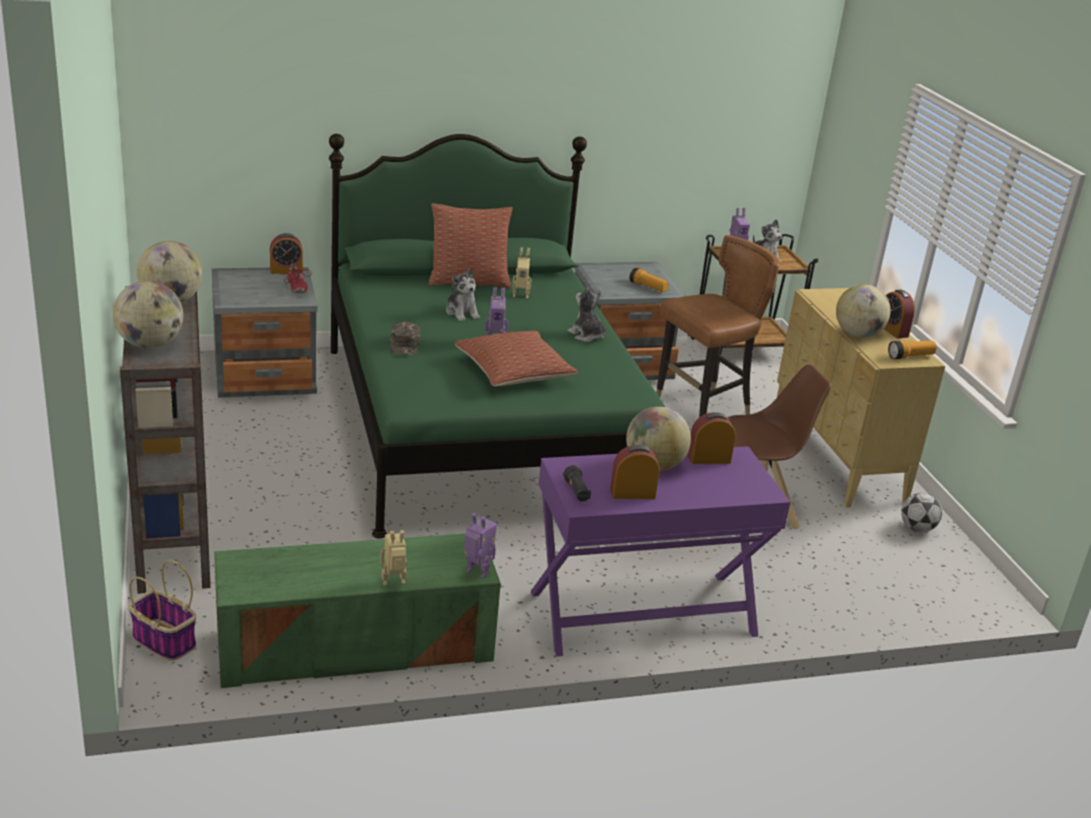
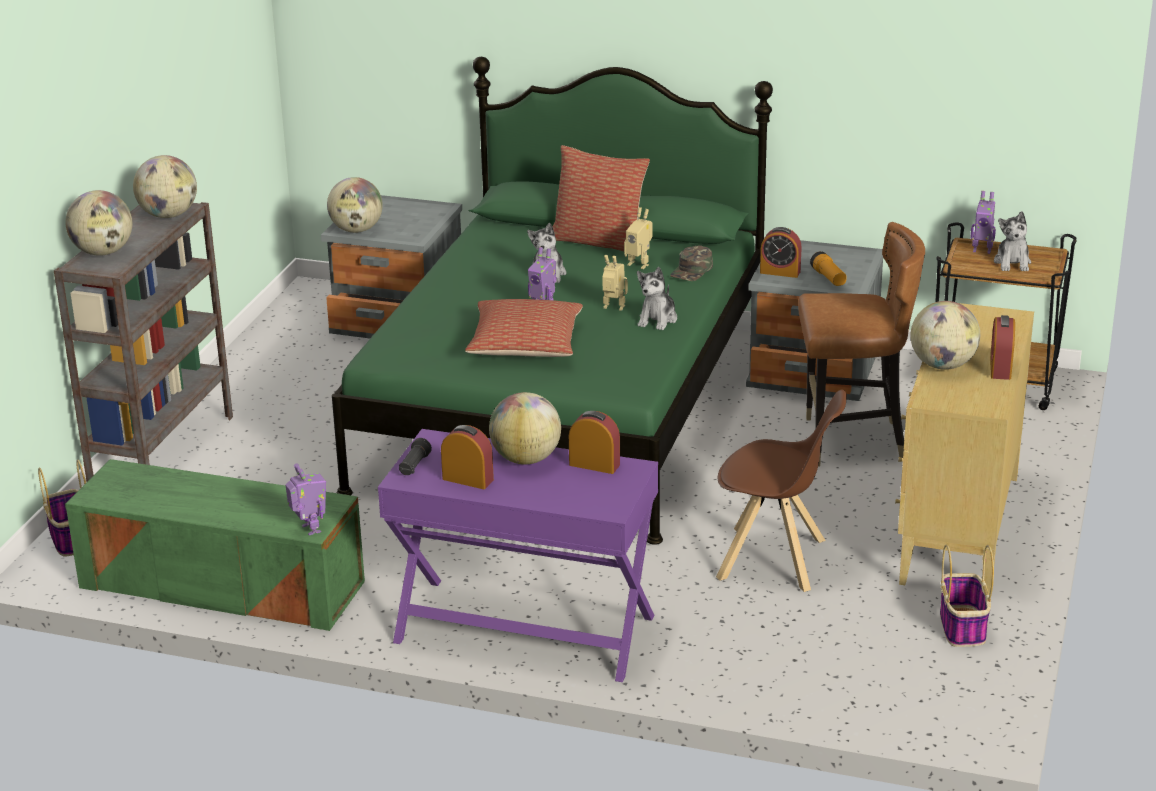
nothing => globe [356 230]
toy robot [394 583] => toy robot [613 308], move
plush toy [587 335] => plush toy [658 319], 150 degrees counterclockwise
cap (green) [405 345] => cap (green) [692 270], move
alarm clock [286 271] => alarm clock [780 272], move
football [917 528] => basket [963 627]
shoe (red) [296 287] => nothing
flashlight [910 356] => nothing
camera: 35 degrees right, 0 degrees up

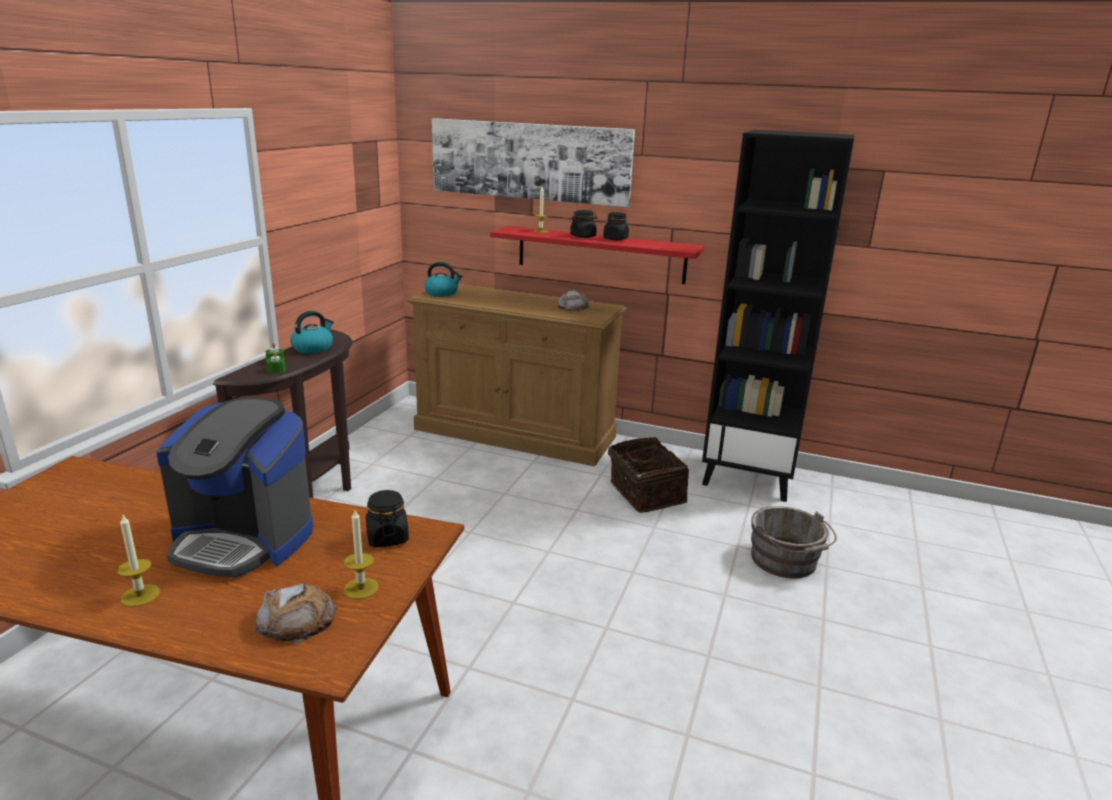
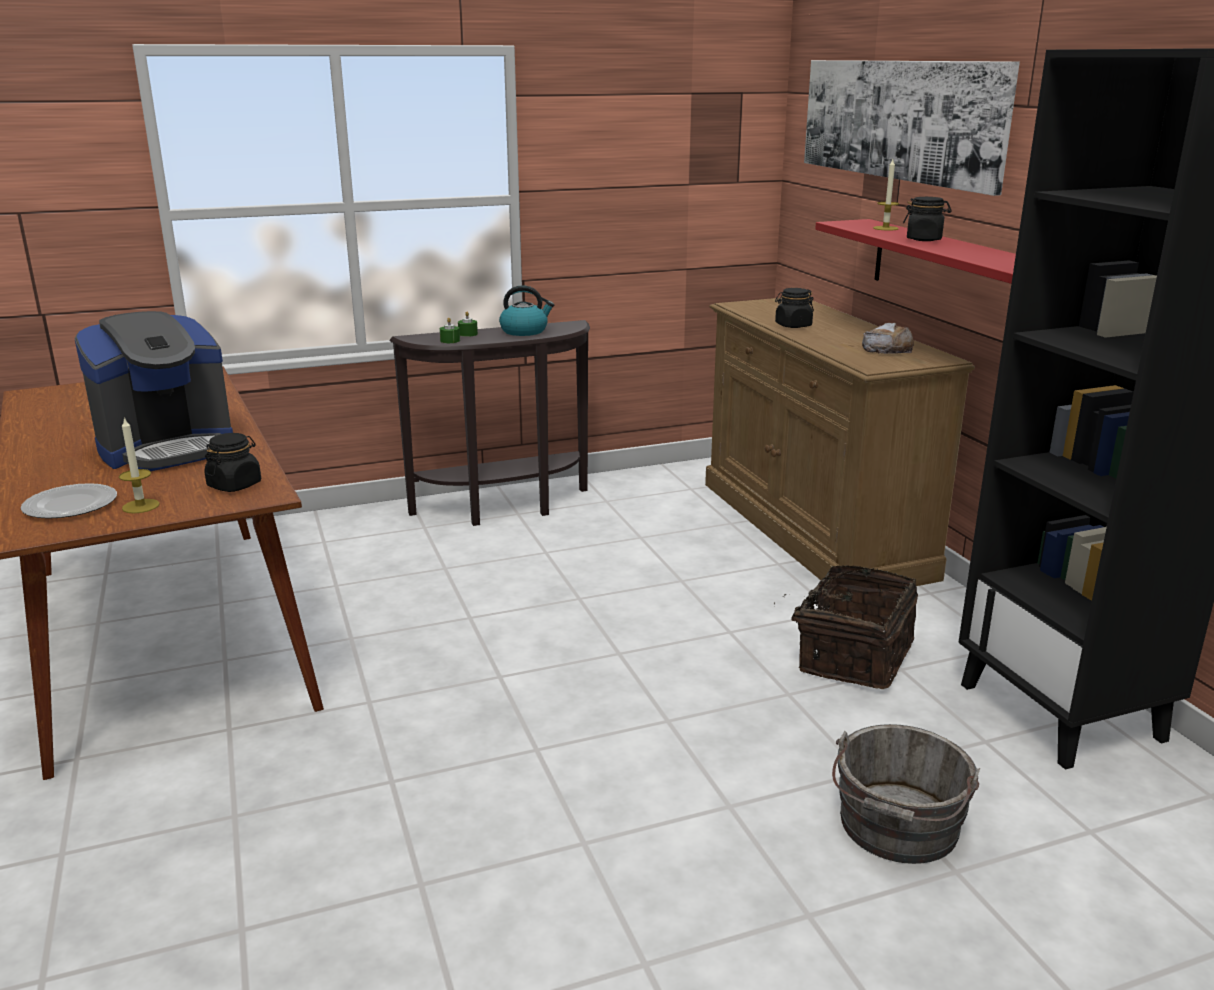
bread [297 620] => plate [72 505]
coffee machine [243 540] => coffee machine [167 449], 105 degrees counterclockwise
jar (black) [615 239] => jar (black) [793 325], move
candle [140 595] => nothing
kettle [442 293] => nothing
camera: 50 degrees right, 0 degrees up

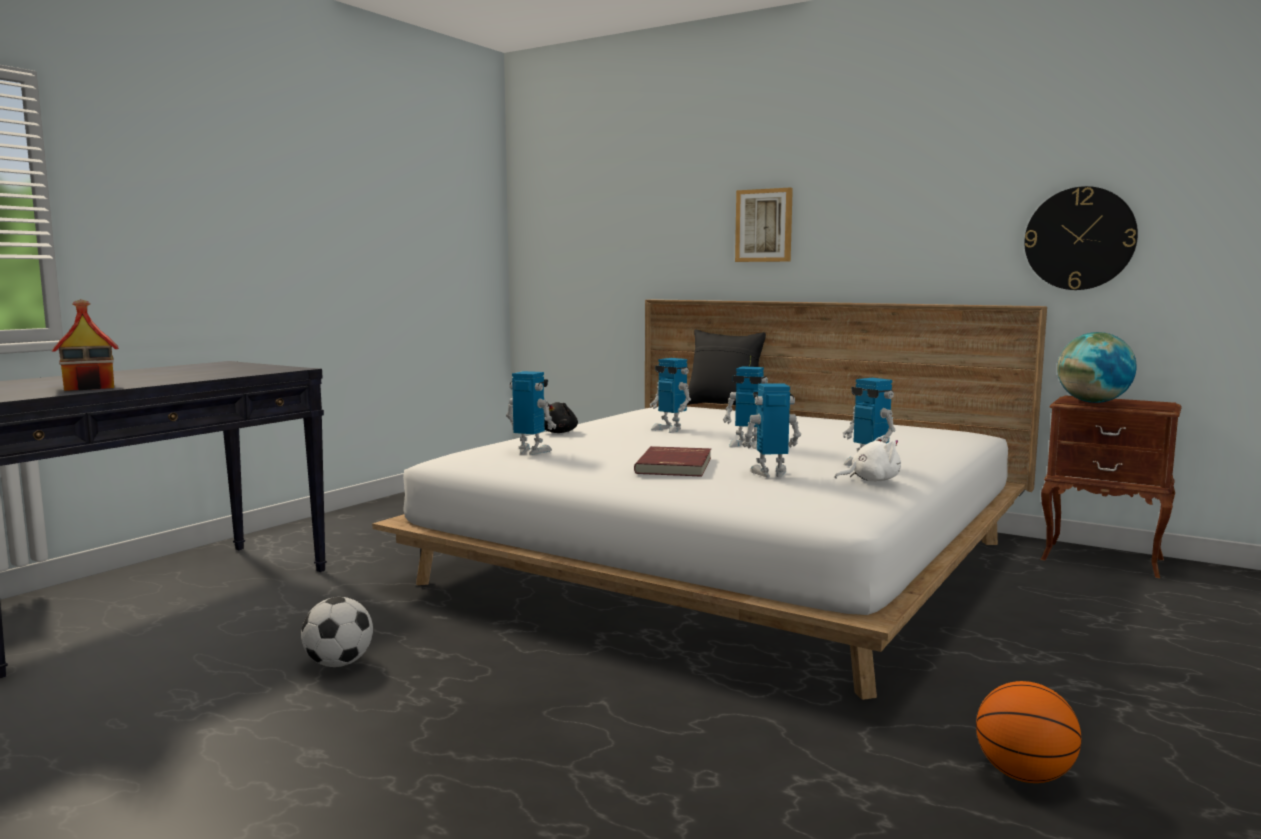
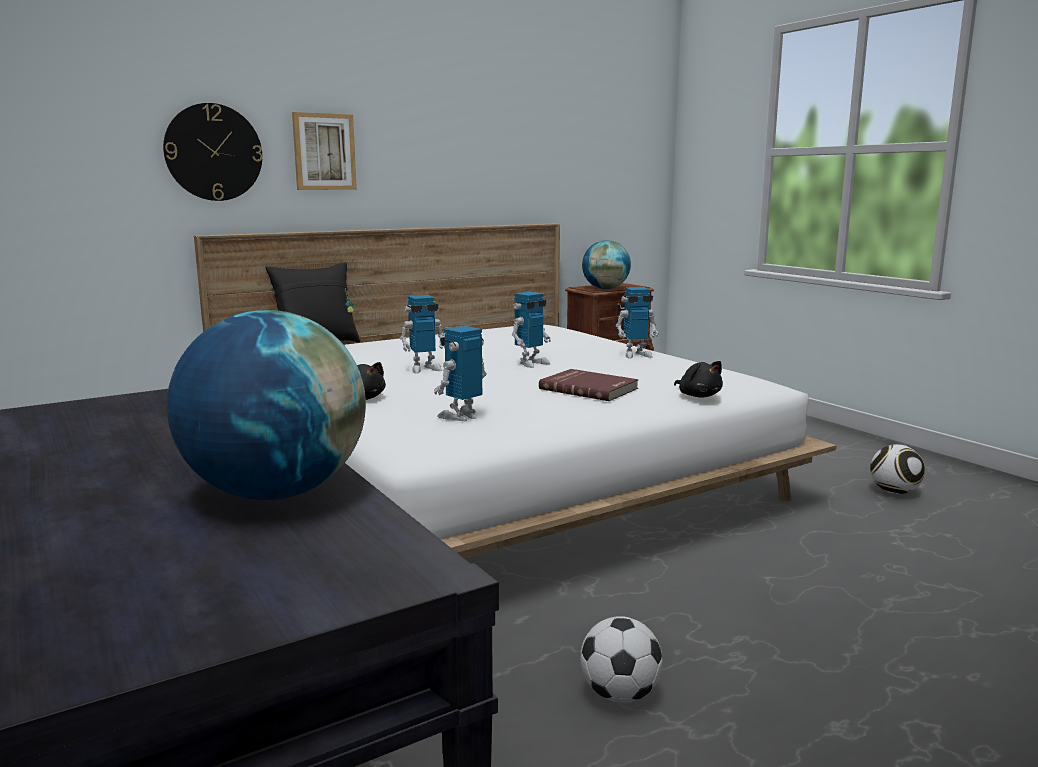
wall clock [1079 238] => wall clock [213 152], move
toy house [90 386] => globe [276 493]
nothing => plush toy (black) [698 396]
basketball [1024 775] => football [894 492]
toy robot [770 474] => nothing
plush toy (white) [871 480] => nothing
camera: 65 degrees left, 5 degrees up

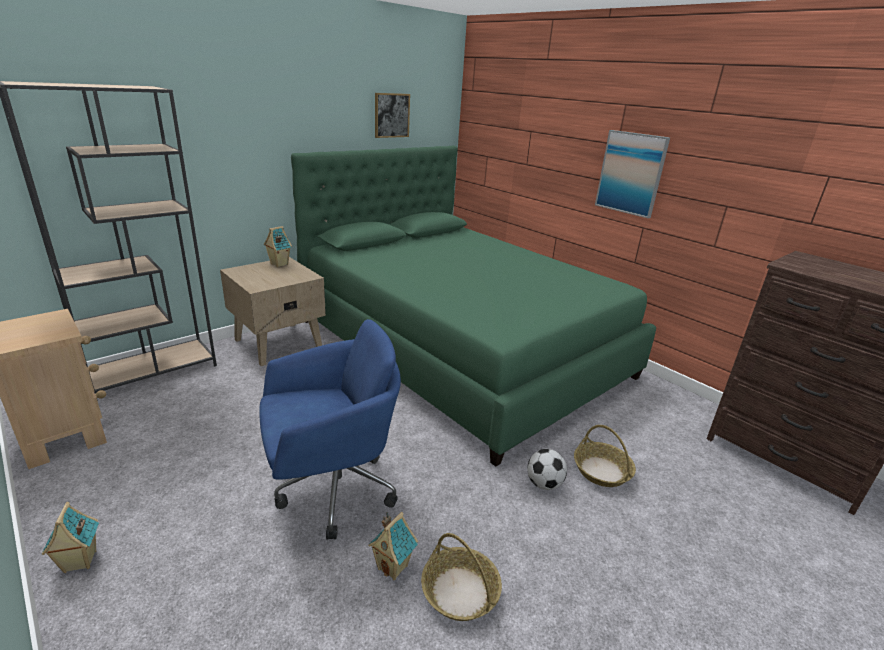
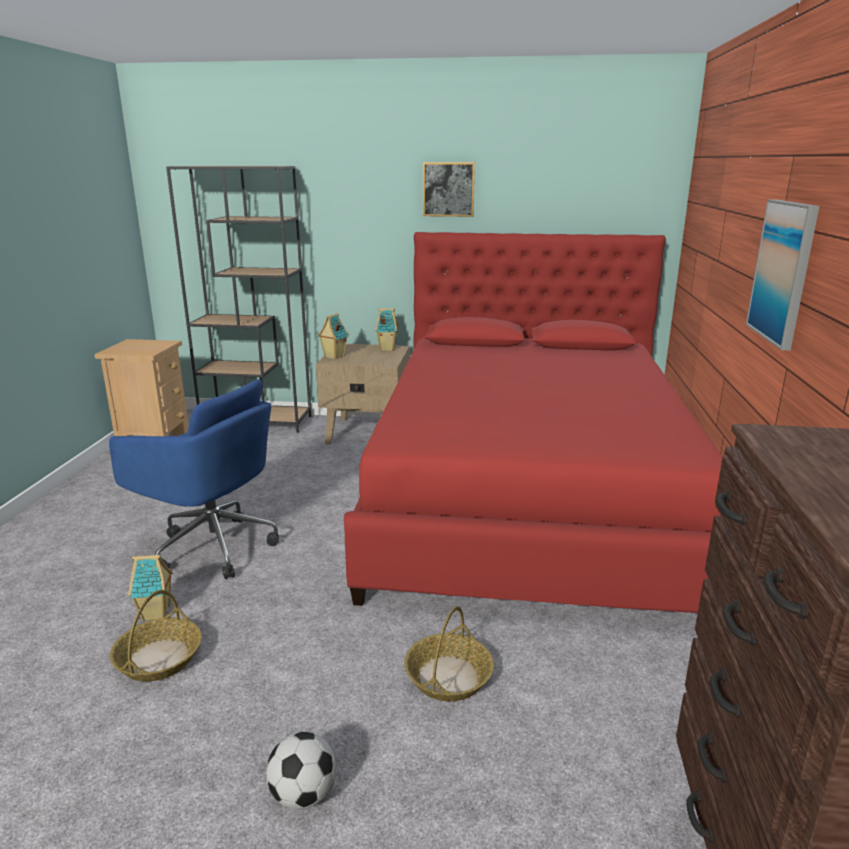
football [544 484] => football [303 796], move
toy house [79 562] => toy house [333 357], move
bed (green) [460 347] => bed (red) [529 497]
picture [391 115] => picture [448 189], move
camera: 50 degrees right, 5 degrees down

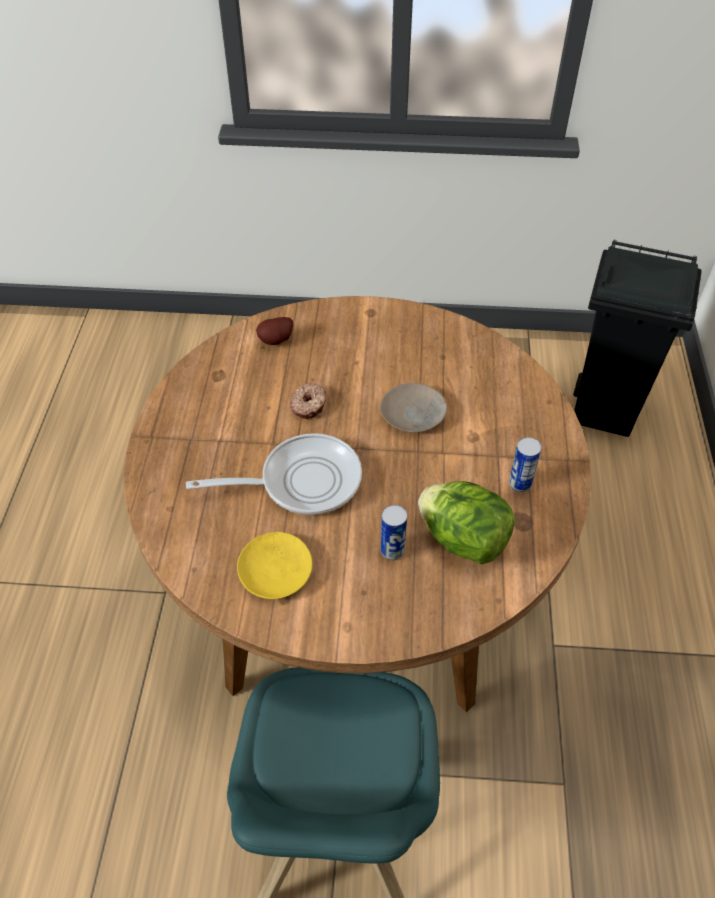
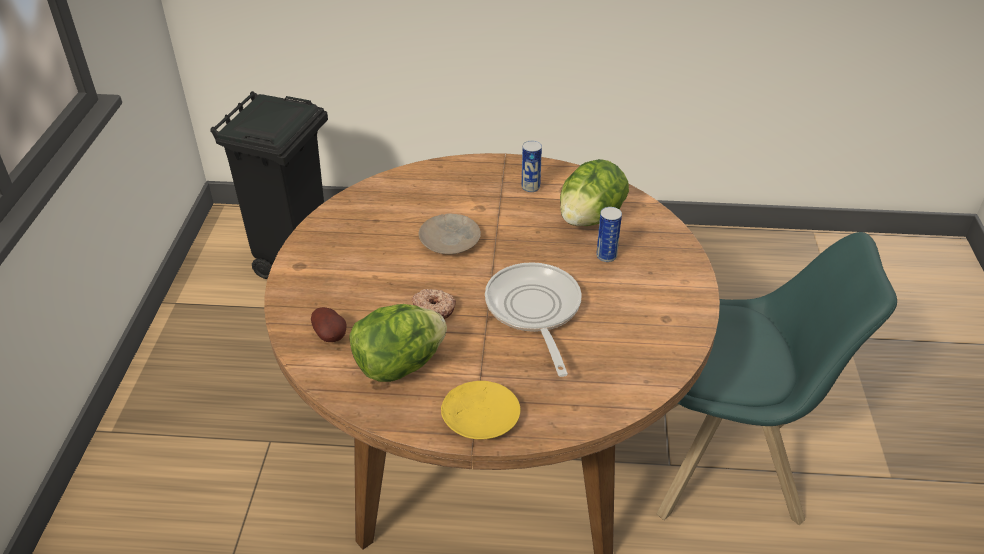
nothing => lettuce [399 365]
plate (yellow) [276 570] => plate (yellow) [479 416], move
camera: 90 degrees left, 10 degrees down

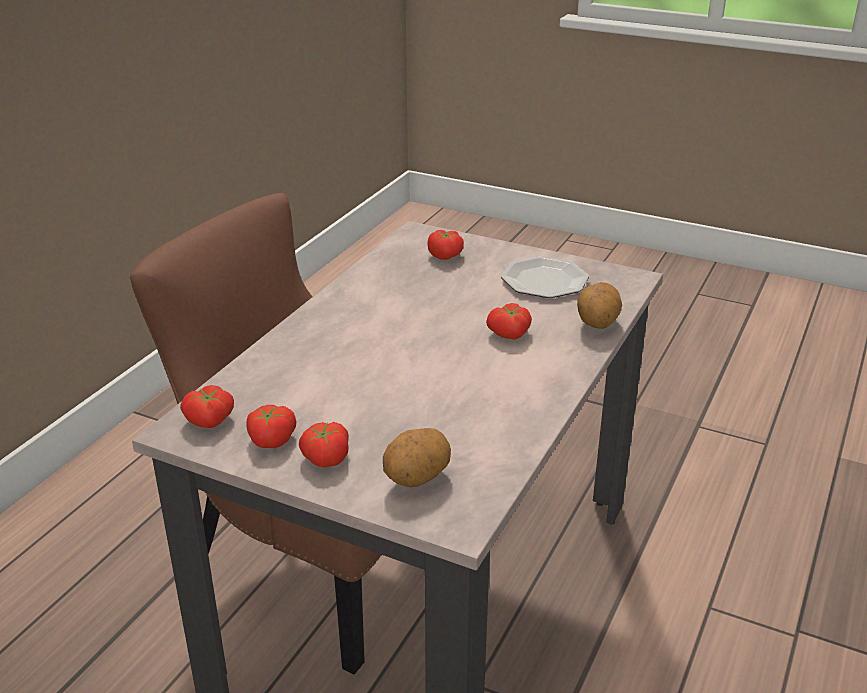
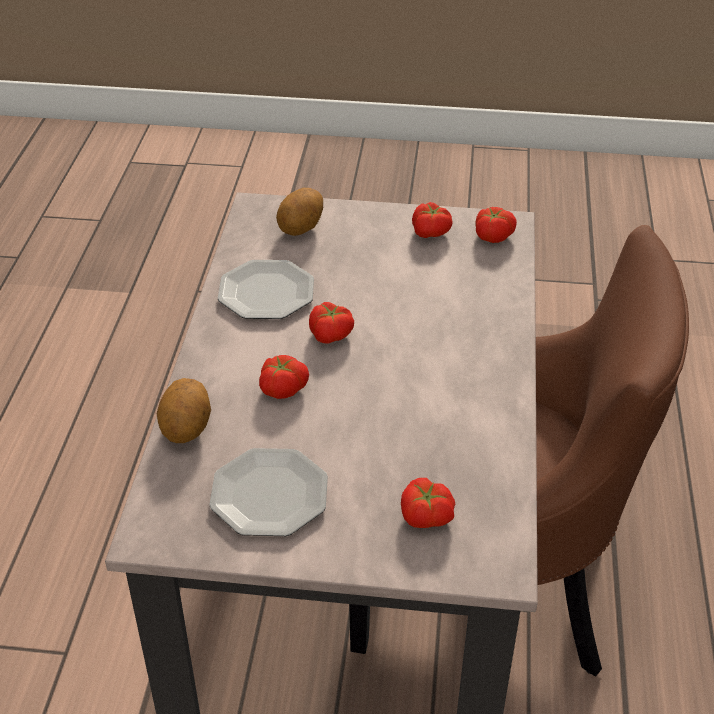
nothing => plate [265 293]
tomato [324 458] => tomato [331 334], move
camera: 160 degrees right, 10 degrees up

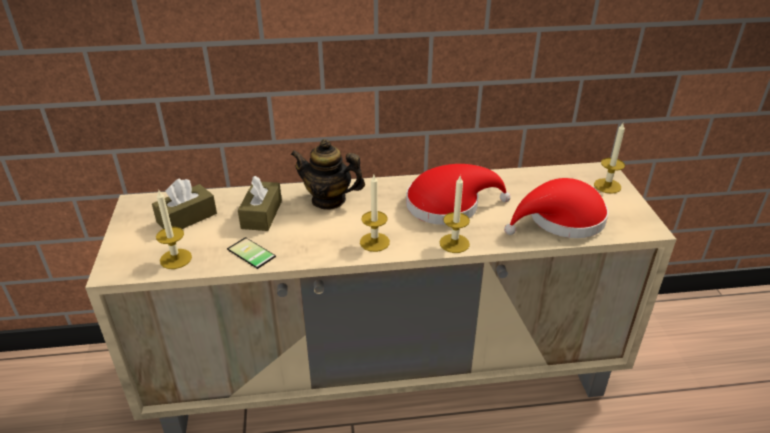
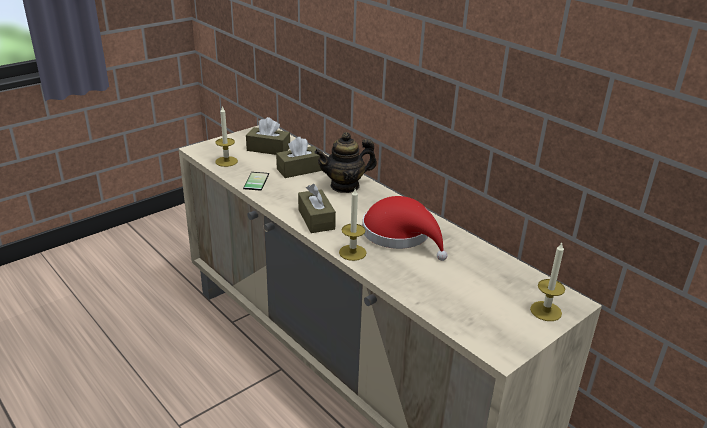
candle [374 242] => tissue box (brown) [316 219]
teapot [329 200] => teapot [345 186], 90 degrees counterclockwise
hat (red) [561 220] => nothing
camera: 55 degrees right, 5 degrees down

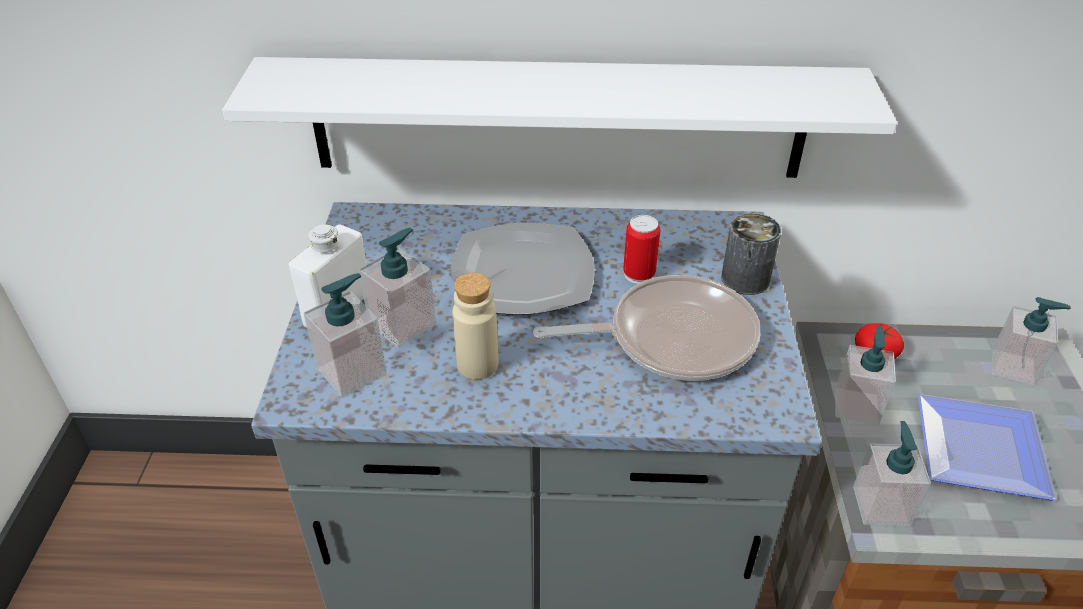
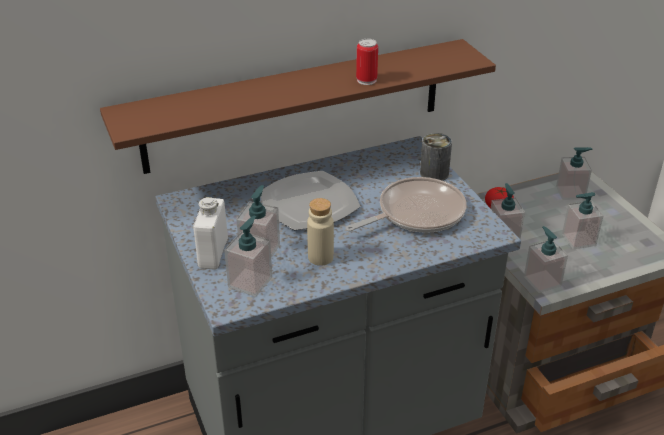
shelf (white) [557 118] => shelf (brown) [295 106]
can [639 274] => can [366 80], move
plate [985 454] => soap dispenser [578 240]
camera: 25 degrees left, 5 degrees down

